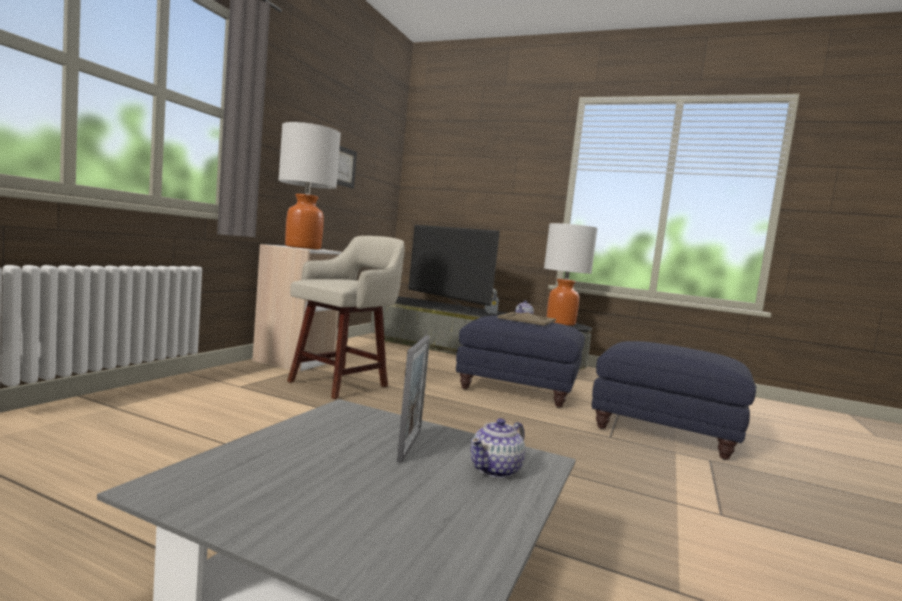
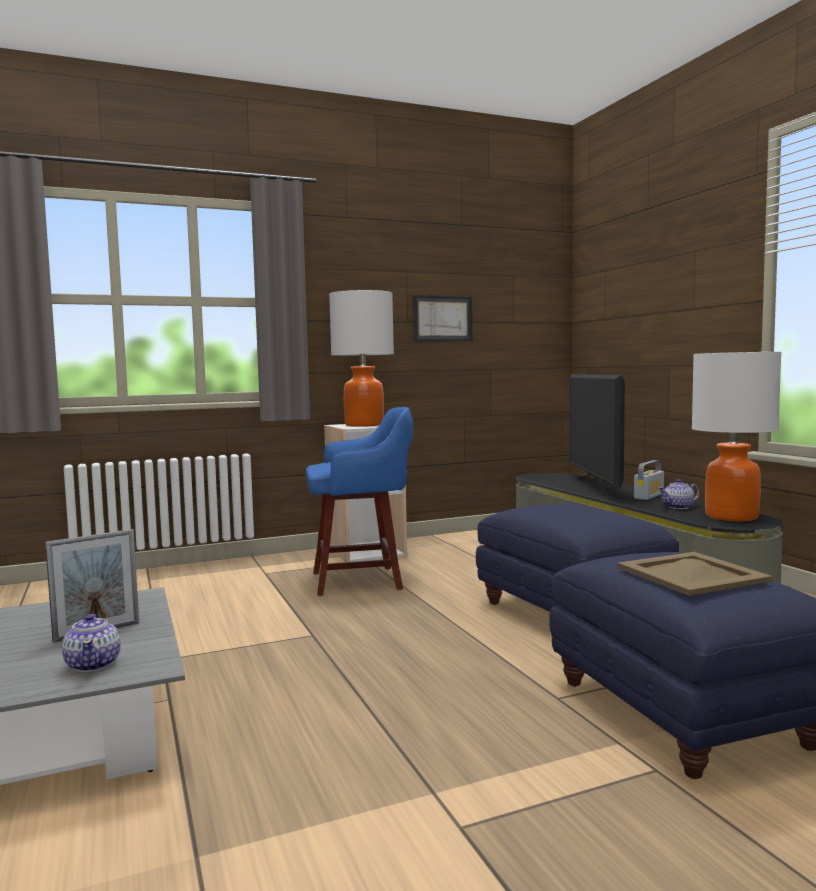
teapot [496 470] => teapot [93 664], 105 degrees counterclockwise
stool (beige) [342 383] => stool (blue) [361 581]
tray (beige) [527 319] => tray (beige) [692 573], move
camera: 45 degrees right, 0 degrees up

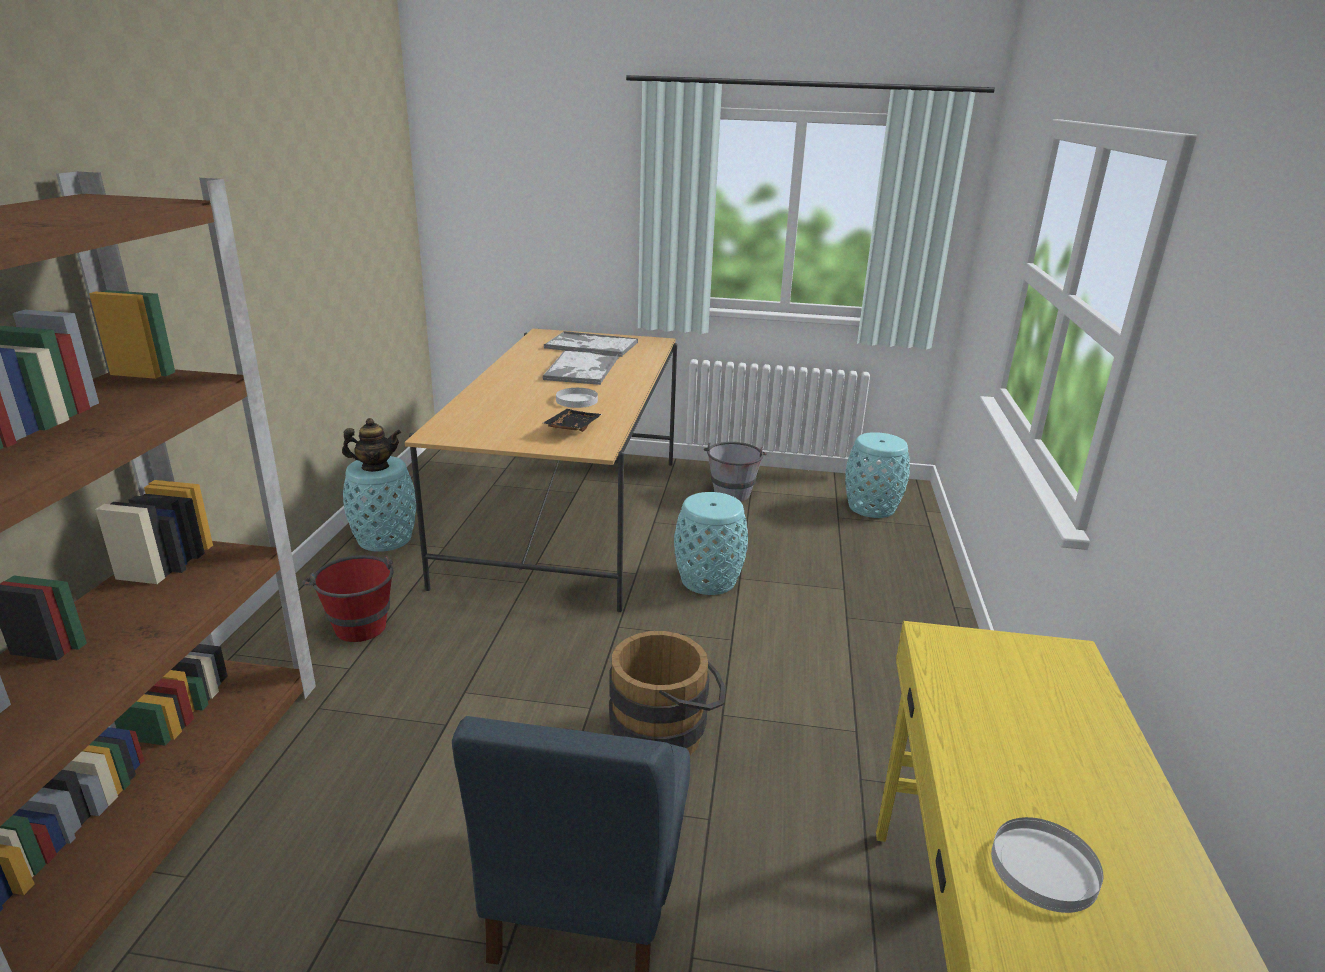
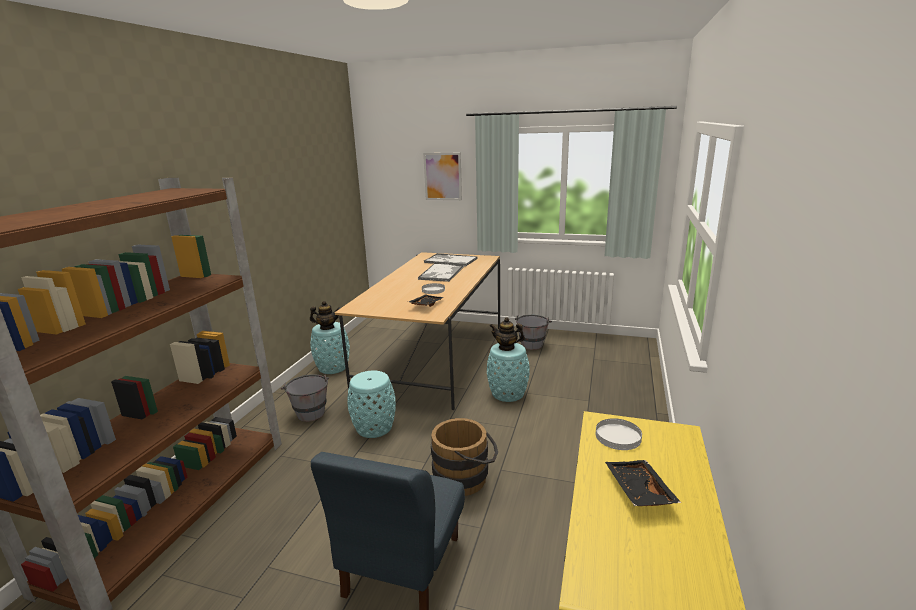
bucket (red) [357 622] => bucket (grey) [309 411]
stool (turquoise) [871 508] => stool (turquoise) [374 428], move
nothing => picture [442 176]
nothing => teapot [506 347]
plate (white) [1043 868] => plate (white) [617 436], move
nothing => tray (black) [637 490]
camera: 10 degrees right, 5 degrees down

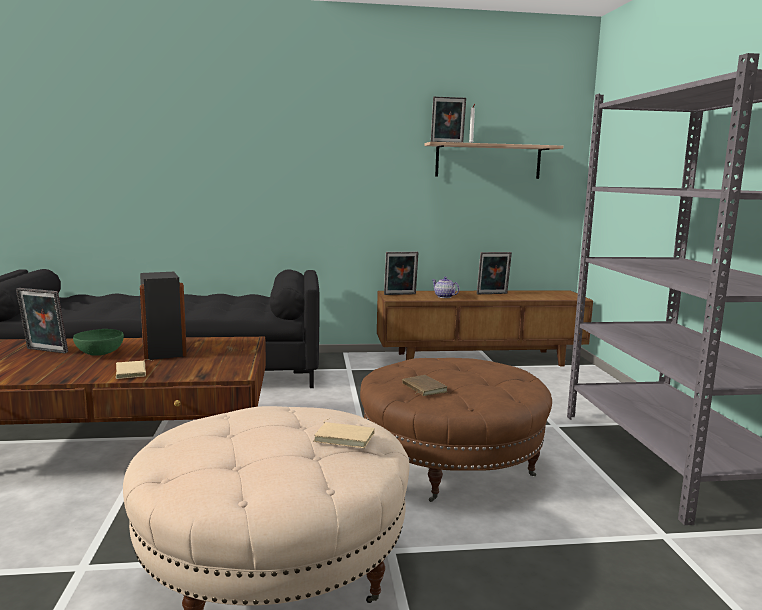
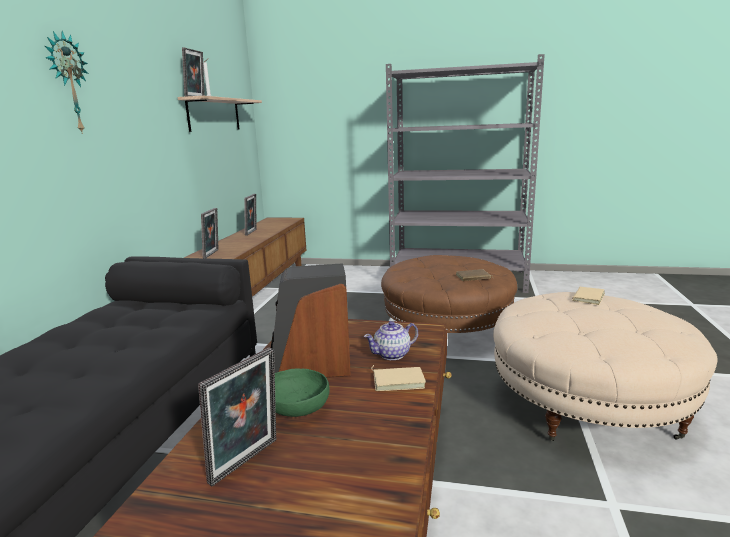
nothing => wall clock [68 83]
teapot [444 297] => teapot [392 354], move
camera: 70 degrees left, 5 degrees up

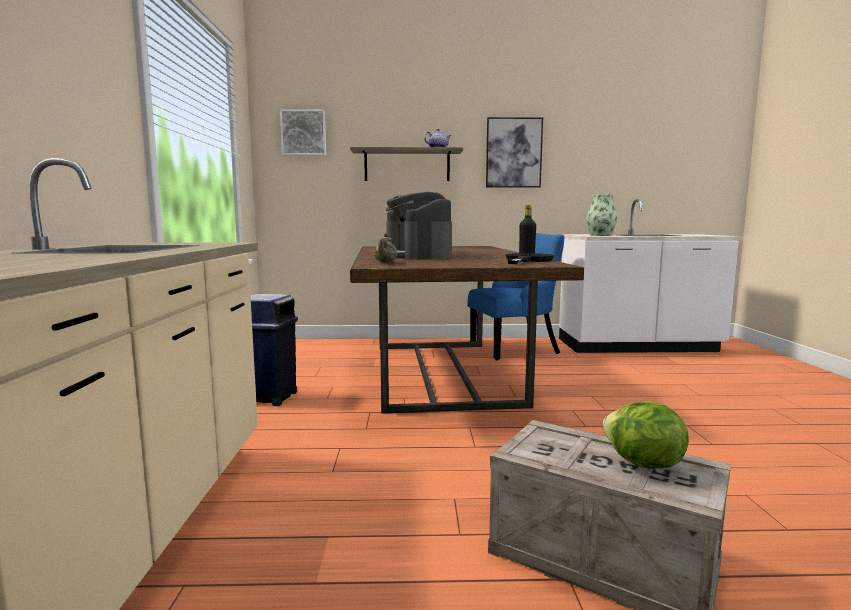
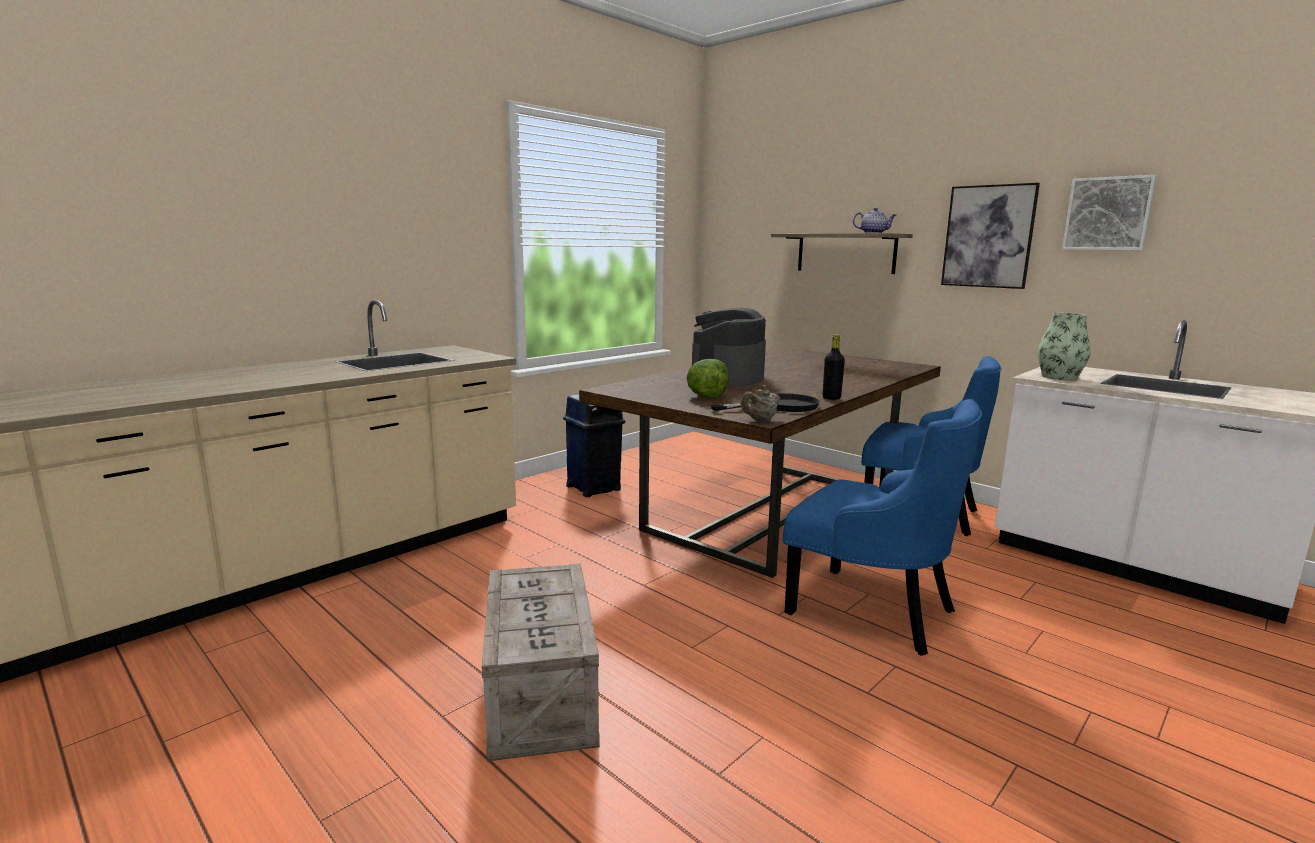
lettuce [642 464] => lettuce [707 396], move
teapot (beige) [385 263] => teapot (beige) [760 420], move
nothing => chair (blue) [868 610]
picture [303 133] => picture [1108 214], move
camera: 45 degrees right, 5 degrees up

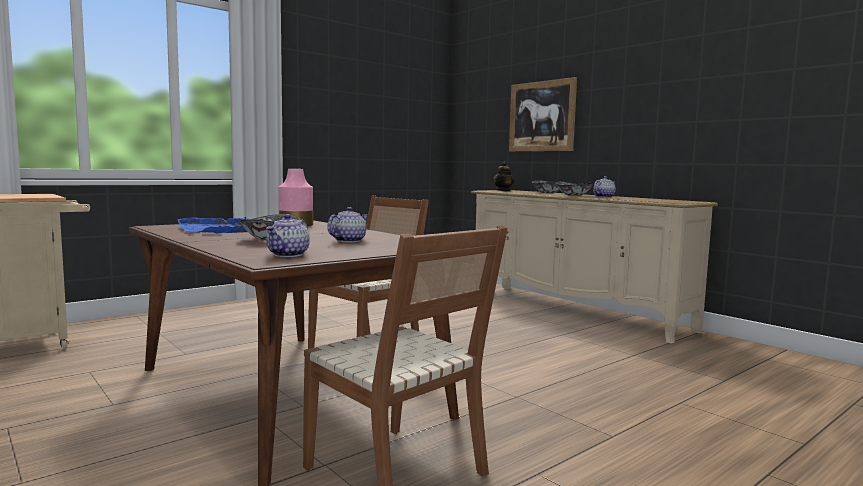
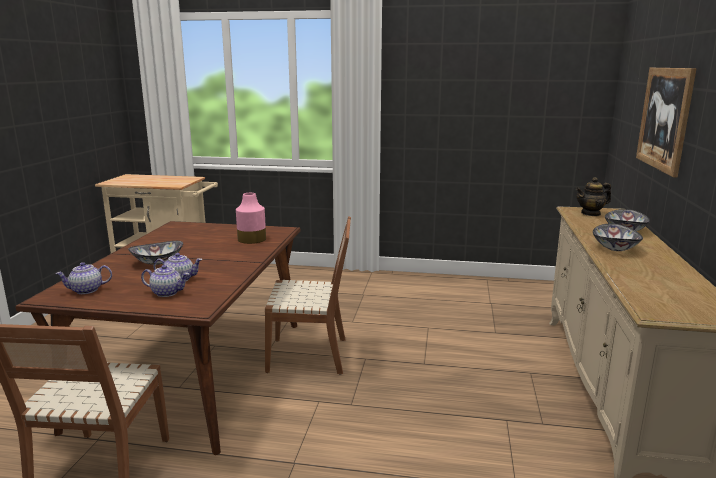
teapot [603 197] => teapot [167 292], move
tray (blue) [216 229] => nothing
camera: 50 degrees right, 10 degrees up

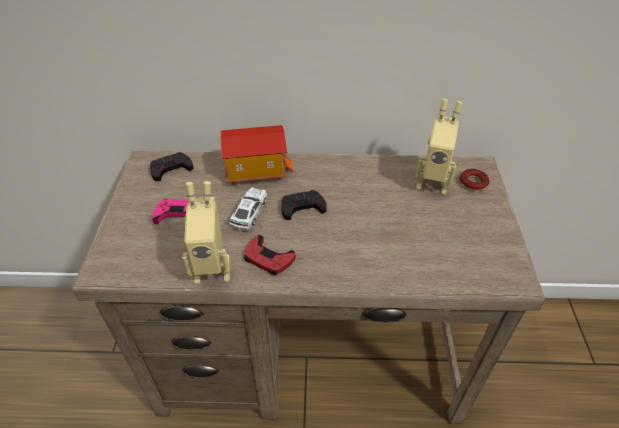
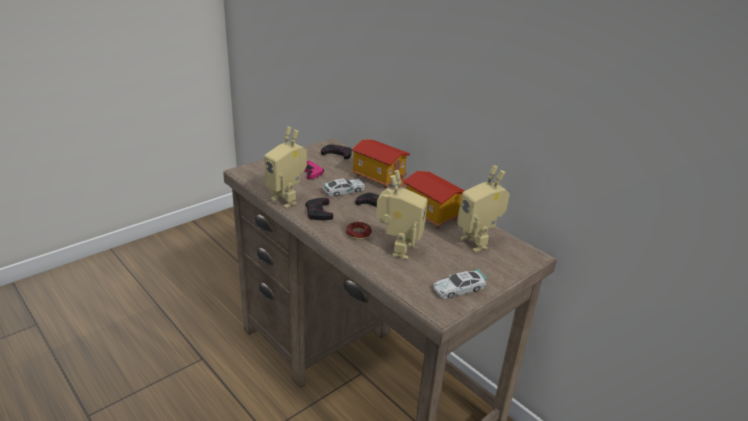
game controller (red) [268 258] => game controller (black) [318 212]
donut [473 183] => donut [358 234], move
nothing => toy robot [397 249]
nothing => toy house [430 215]
nothing => toy car [458 288]
camera: 45 degrees right, 15 degrees down

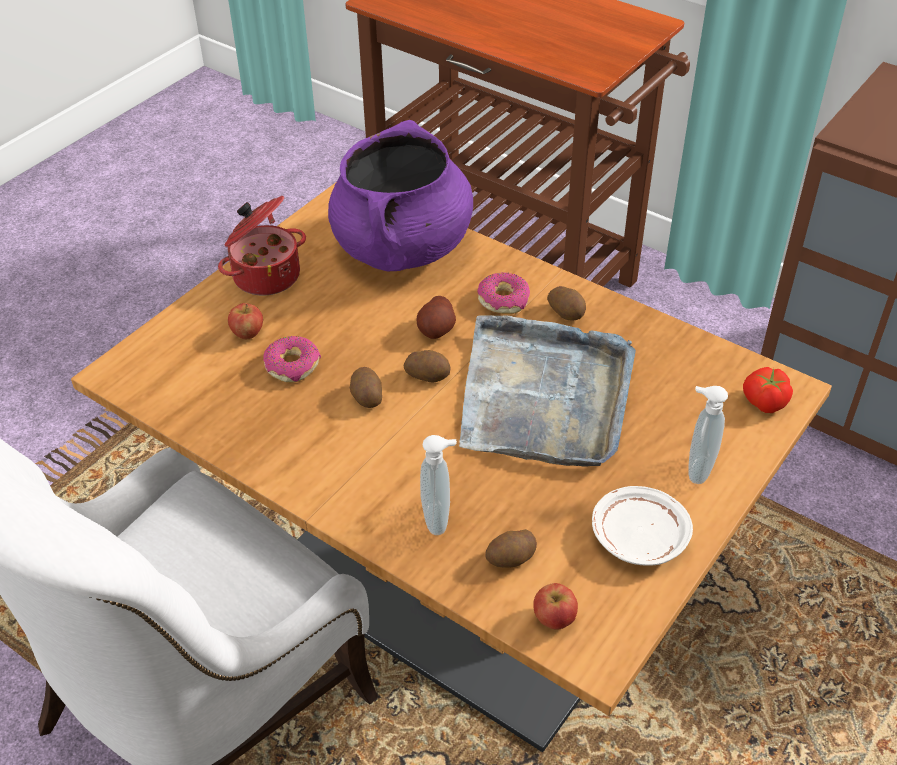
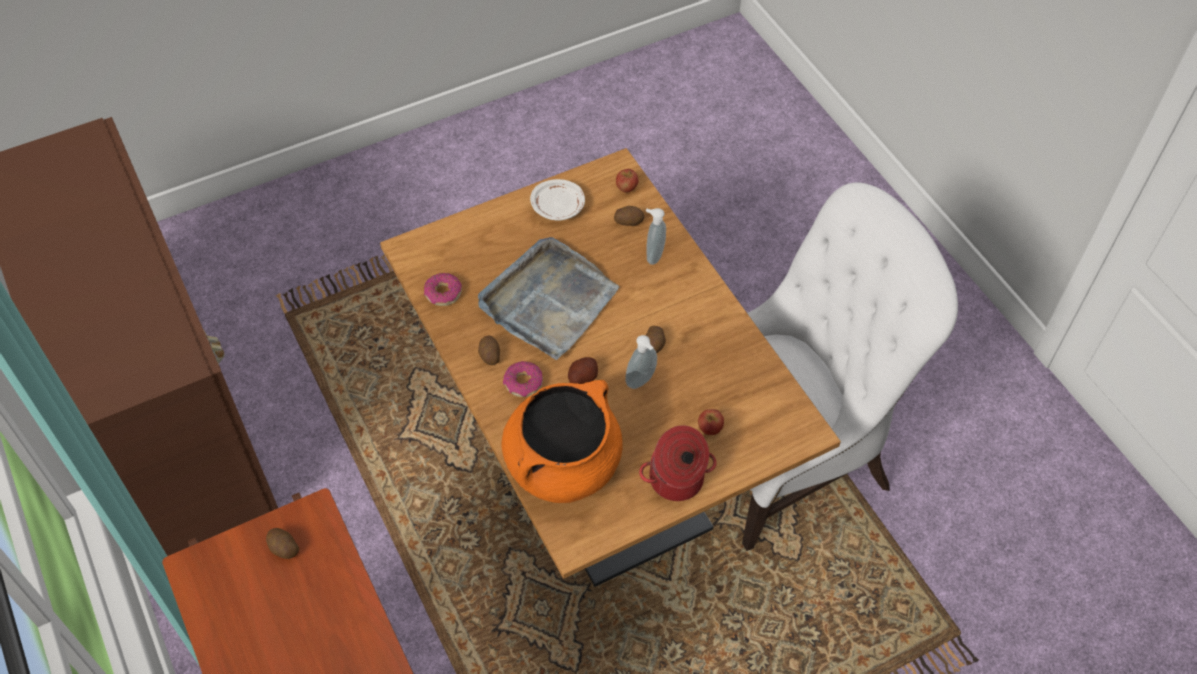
potato [428 375] => potato [283 548], move
donut [293 366] => donut [443 293], move
cooking pot (purple) [402 248] => cooking pot (orange) [563 464]
soap dispenser [696 469] => soap dispenser [642 382], move
tomato [764 401] => nothing
camera: 155 degrees left, 10 degrees up

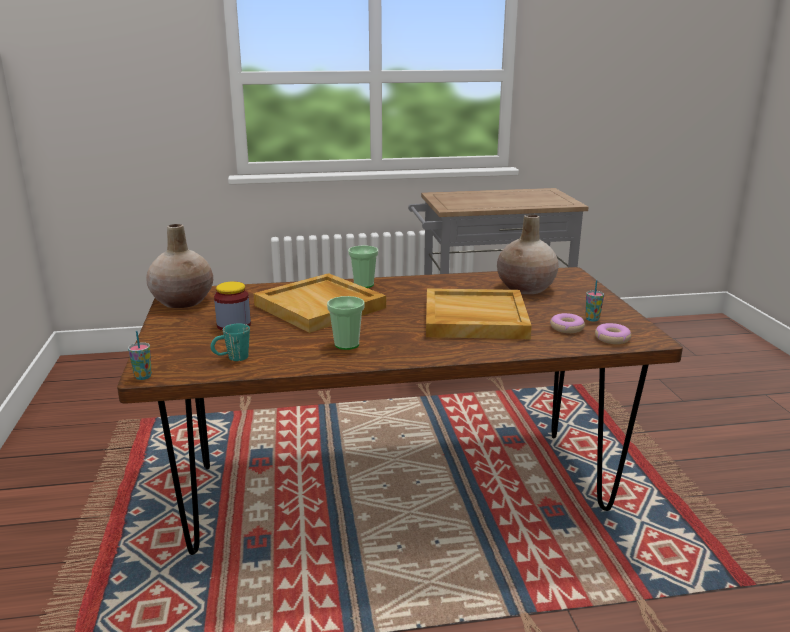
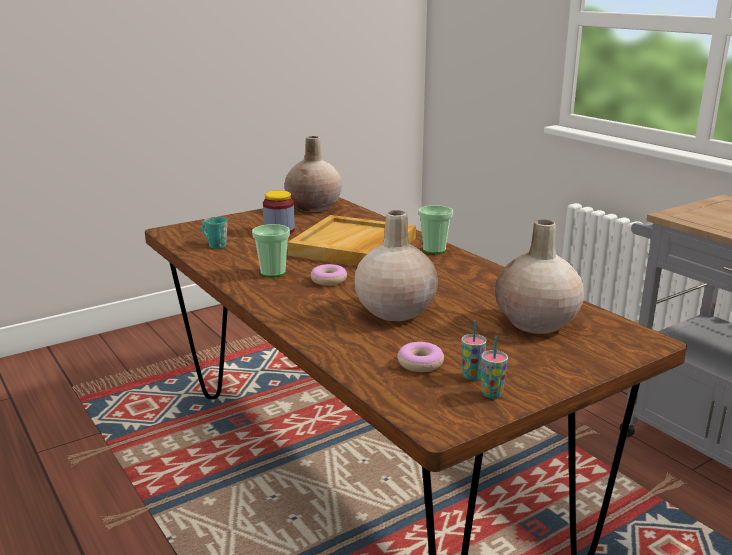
donut [612 338] => donut [329 280], move
tray (beige) [474 319] => vase (beige) [395 311]
cup [143 377] => cup [491 394], move
camera: 65 degrees right, 0 degrees up

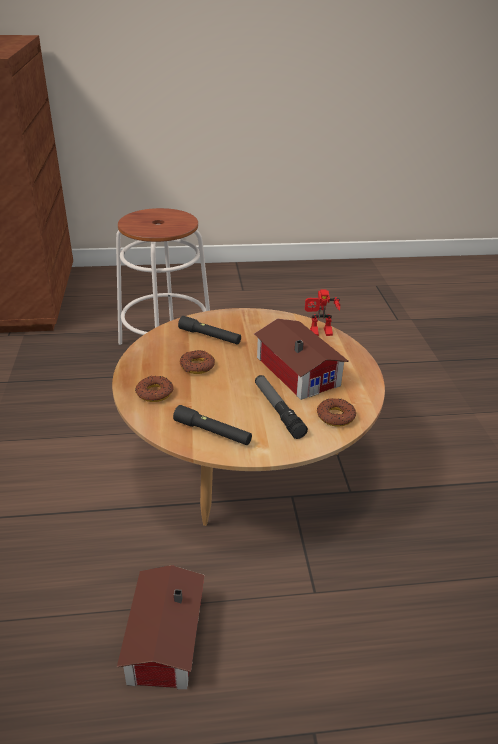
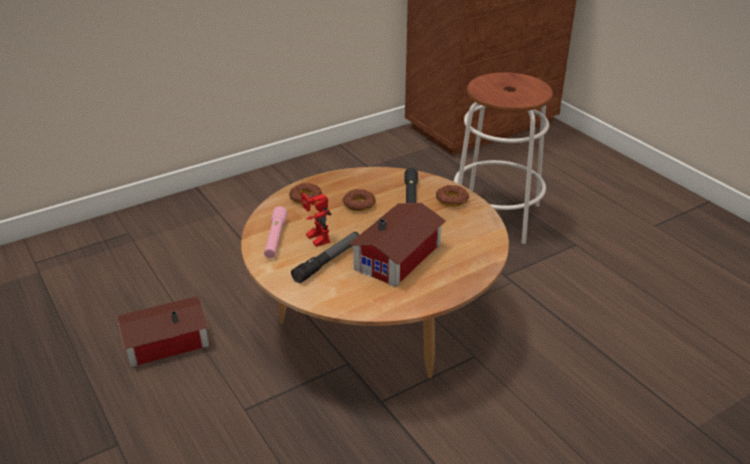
flashlight (black) [212 432] => flashlight (pink) [275 238]
toy robot [319 333] => toy robot [314 238], move
donut [335 416] => donut [452 199], move
camera: 65 degrees right, 0 degrees up

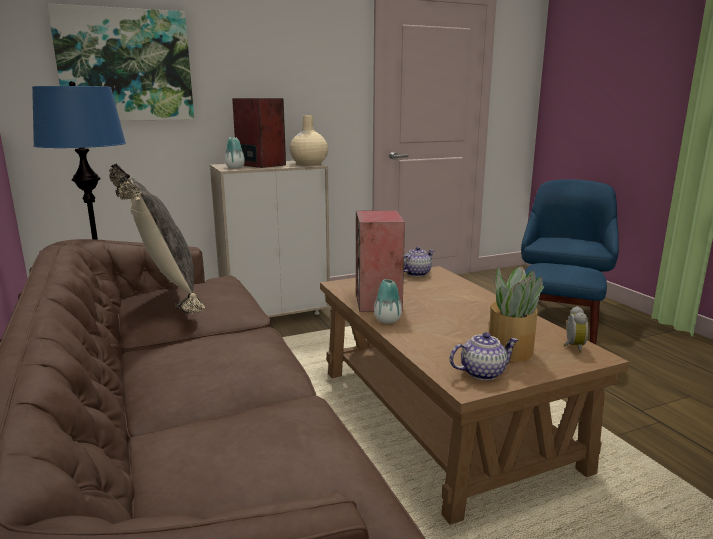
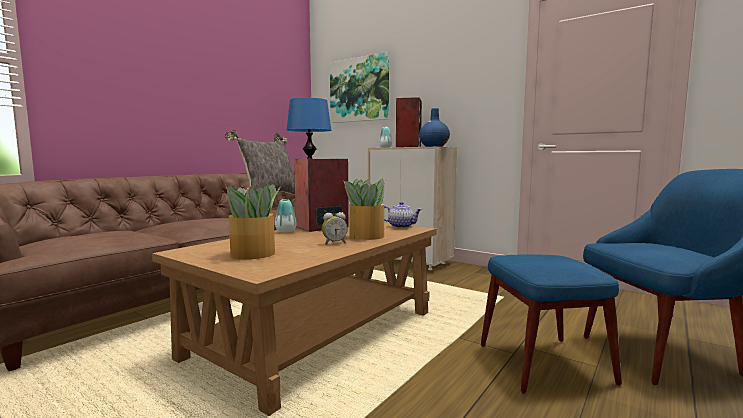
alarm clock [572 347] => alarm clock [334 243], move
nothing => potted plant [366 236]
vase (beige) [309 164] => vase (blue) [434 146]
teapot [482 372] => nothing
camera: 60 degrees right, 10 degrees down

